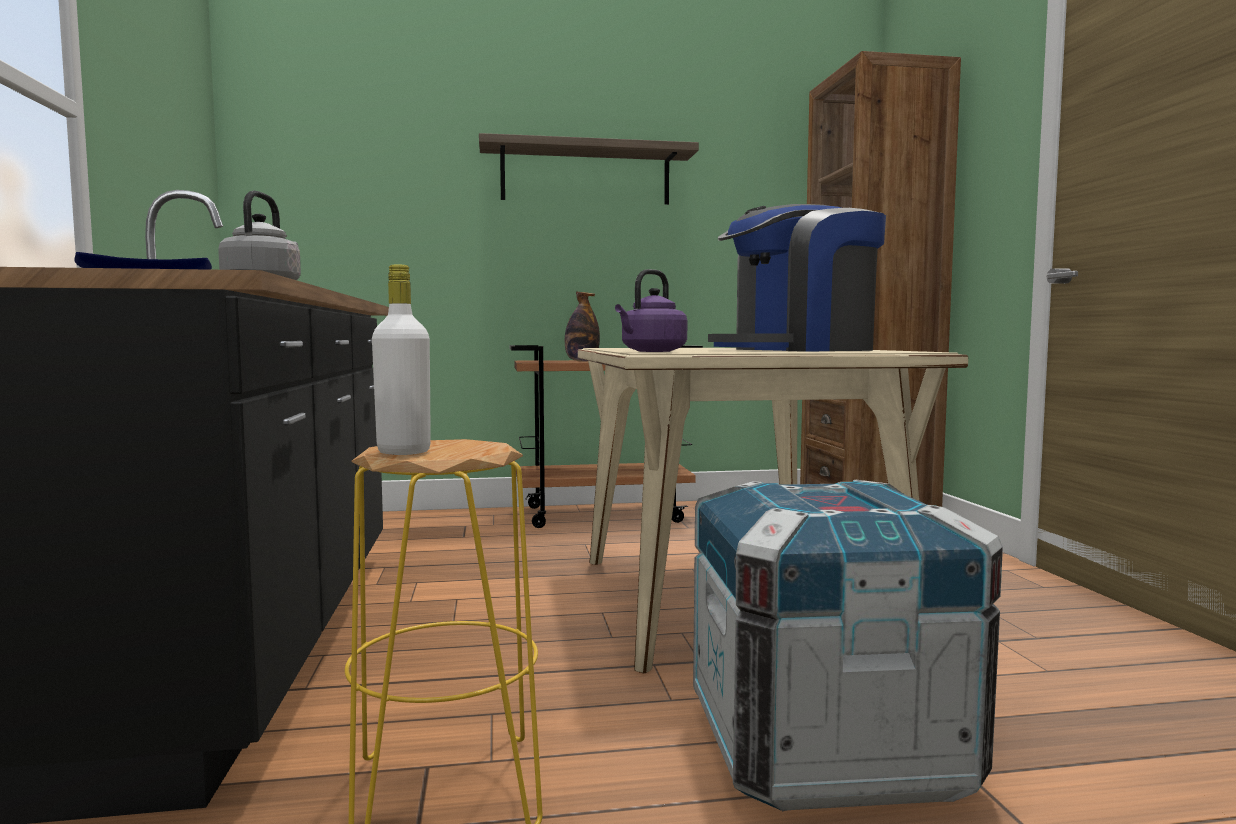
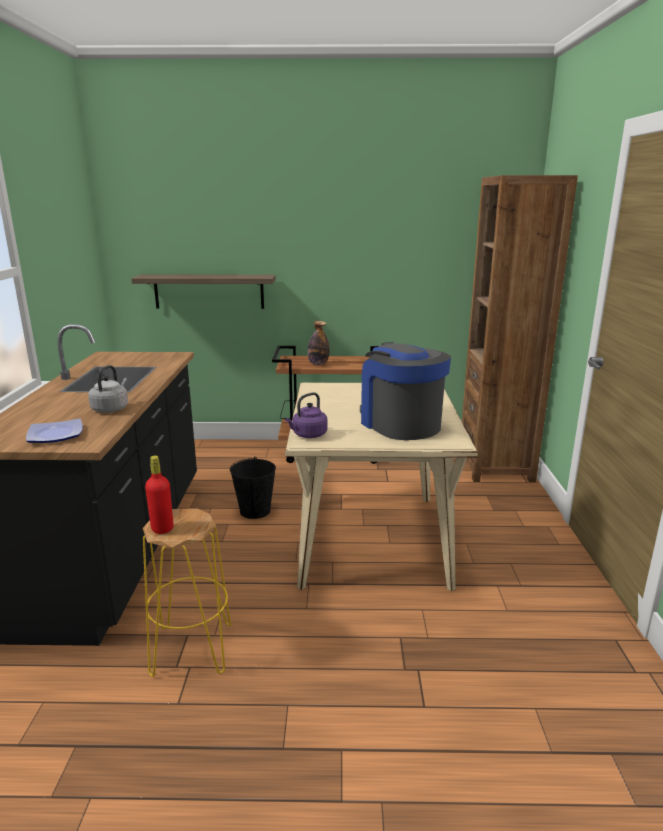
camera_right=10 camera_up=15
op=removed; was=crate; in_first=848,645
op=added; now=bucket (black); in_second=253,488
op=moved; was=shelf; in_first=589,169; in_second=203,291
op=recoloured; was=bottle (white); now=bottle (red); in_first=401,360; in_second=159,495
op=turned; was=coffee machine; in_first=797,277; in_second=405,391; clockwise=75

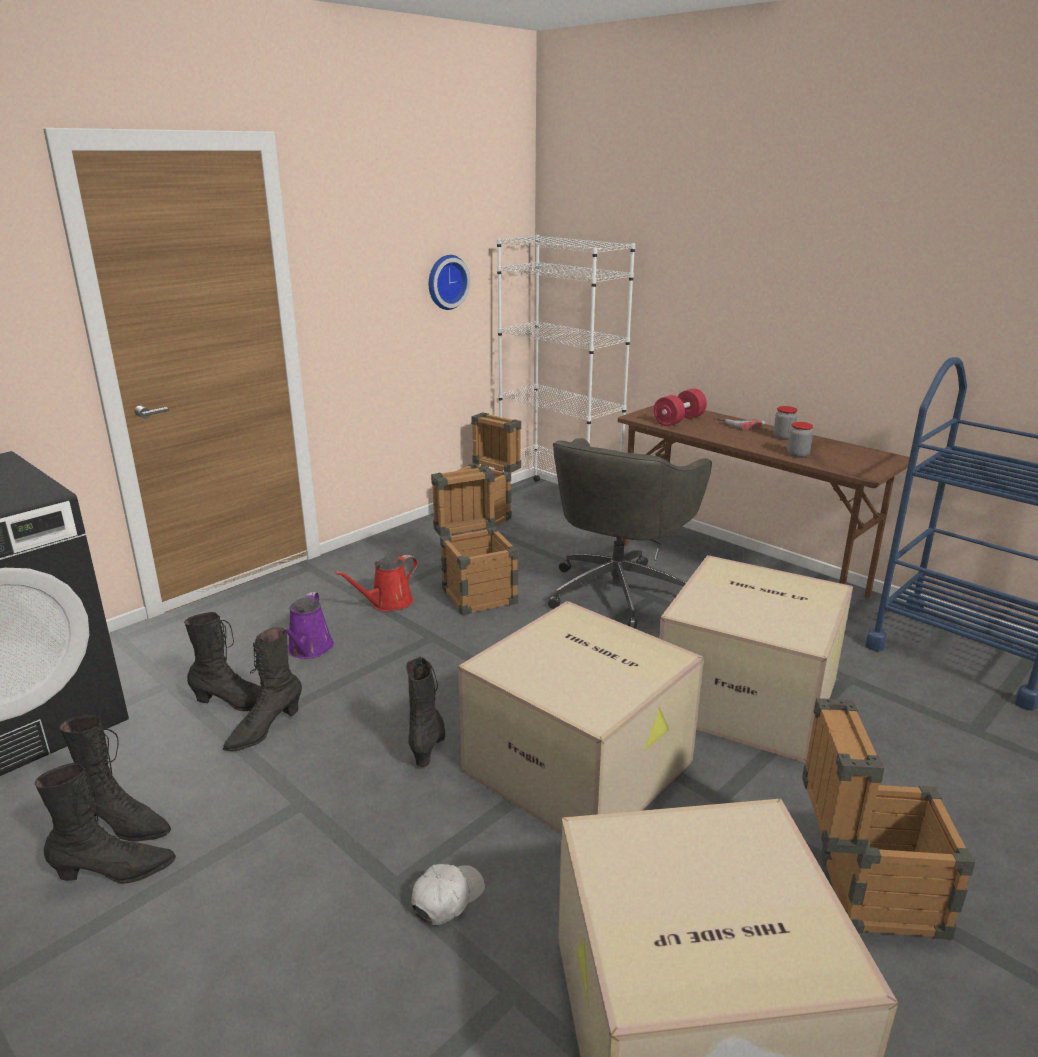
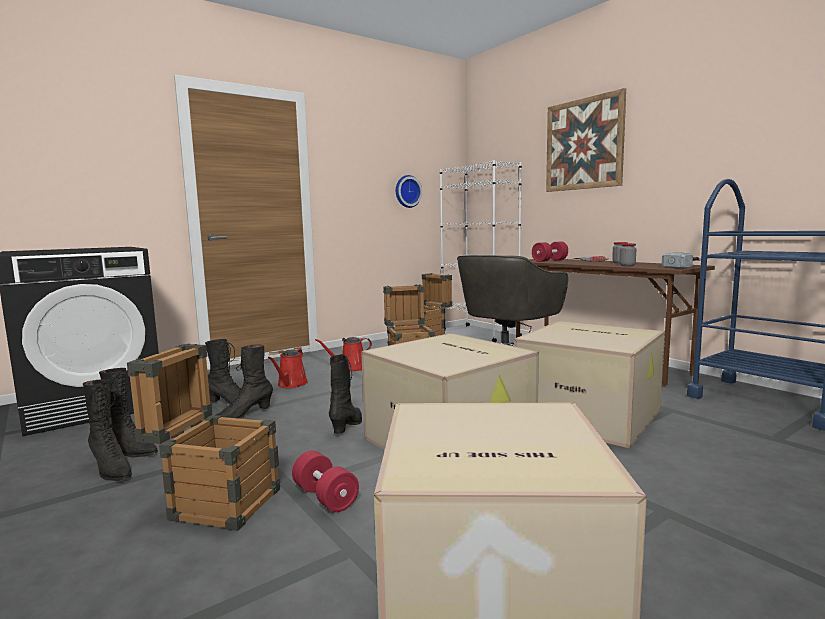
camera_right=10 camera_up=-15
op=added; now=picture; in_second=586,140
op=added; now=hammer; in_second=681,261
op=moved; was=crate; in_first=888,819; in_second=203,437
op=replaced; was=cap (white); now=dumbbell (red); in_first=448,894; in_second=325,481
op=recoloured; was=watering can (purple); now=watering can (red); in_first=309,625; in_second=288,368
op=turned; was=boot (black); in_first=105,823; in_second=107,430; clockwise=45

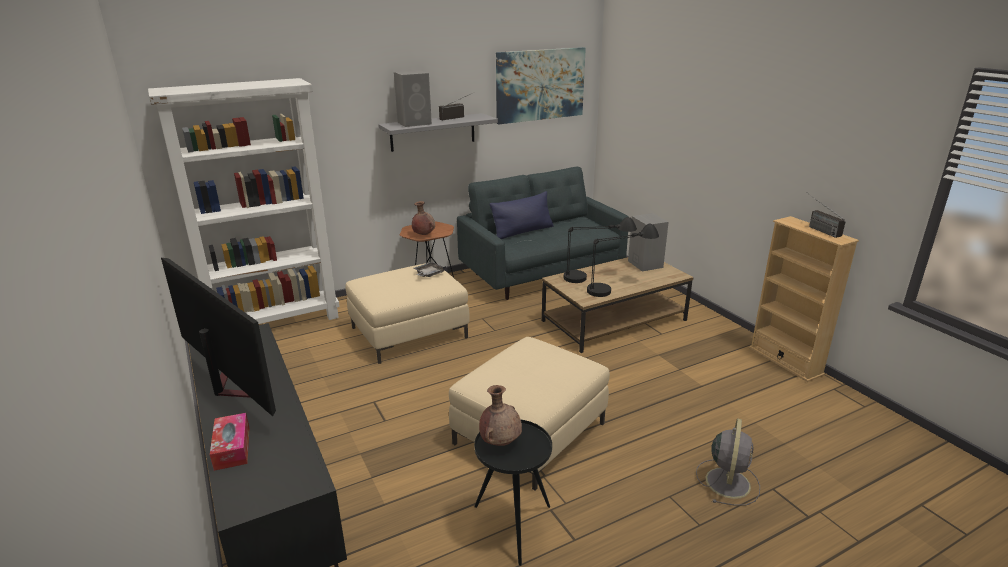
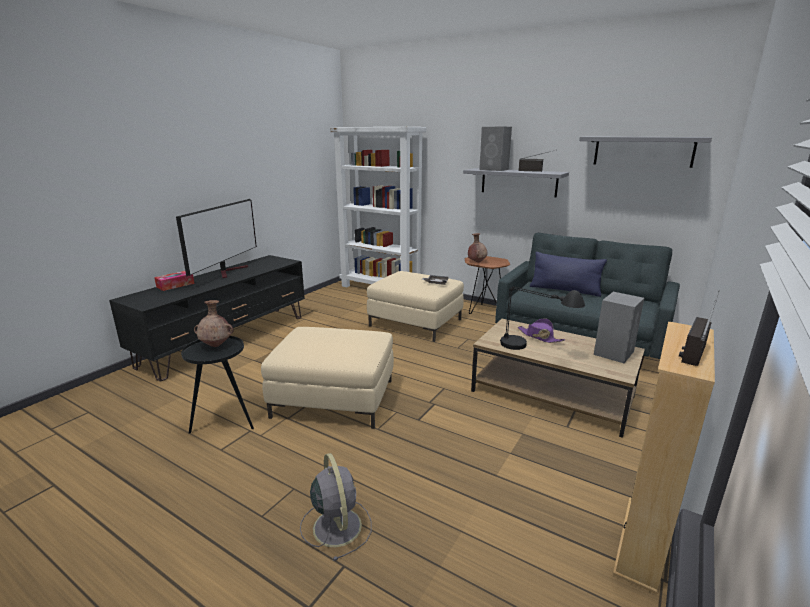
camera_right=60 camera_up=-5
op=replaced; was=picture; now=shelf (grey); in_first=541,86; in_second=645,152
op=replaced; was=table lamp (black); now=hat (purple); in_first=600,250; in_second=541,330
op=turned; was=fan (grey); in_first=728,462; in_second=336,507; clockwise=-105

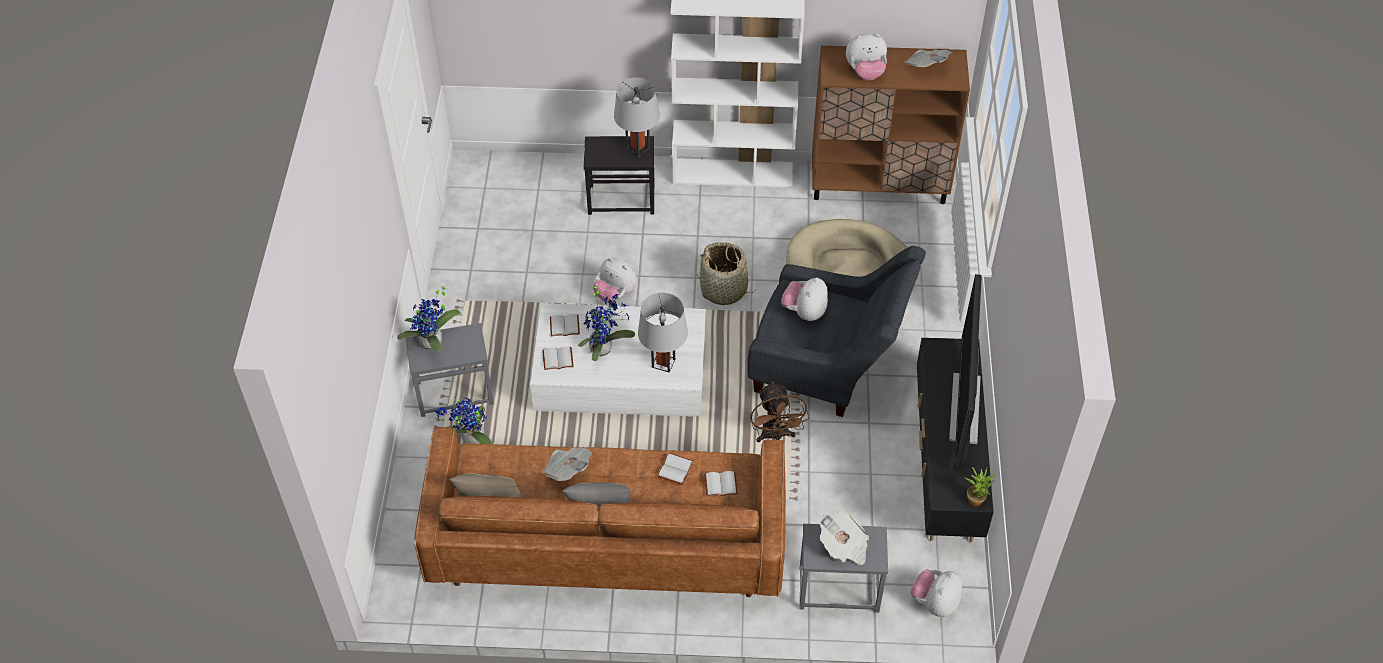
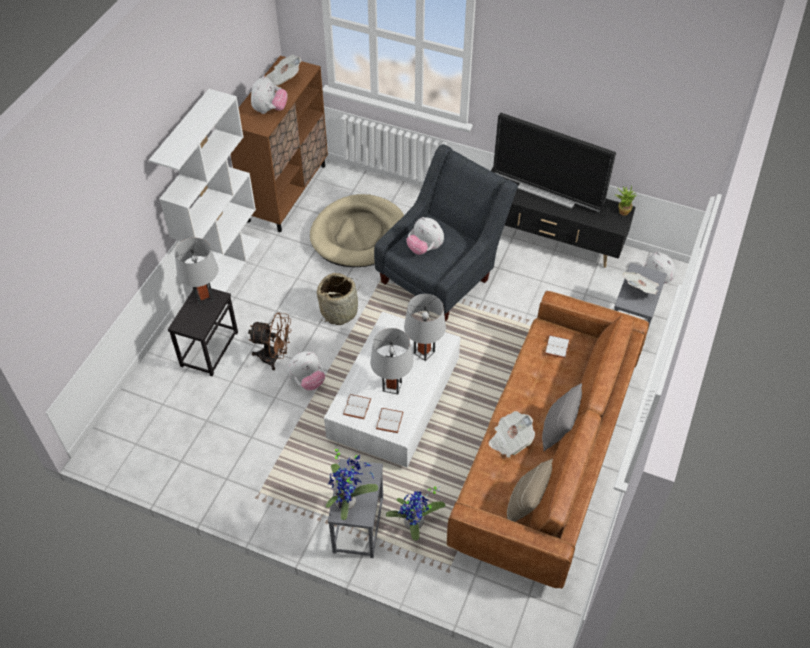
camera_right=-70 camera_up=0
op=removed; was=book (white); in_first=675,469
op=moved; was=fan (brown); in_first=779,411; in_second=270,341
op=replaced; was=potted plant; now=table lamp (grey); in_first=606,321; in_second=391,361

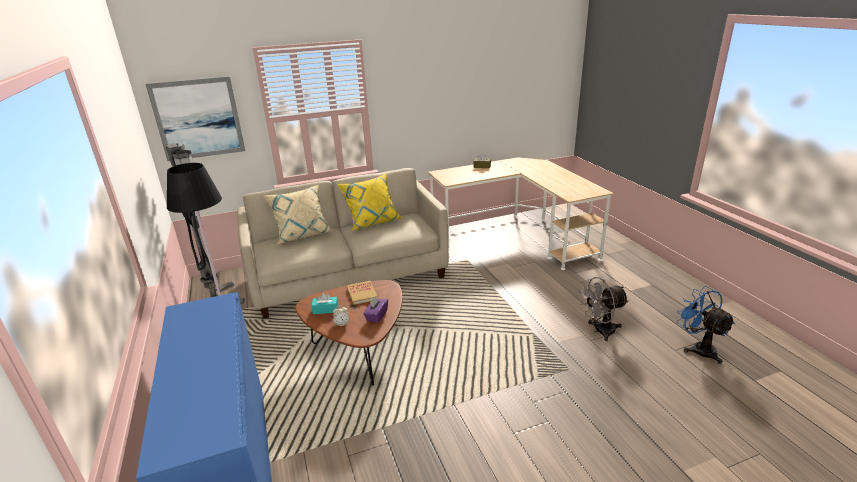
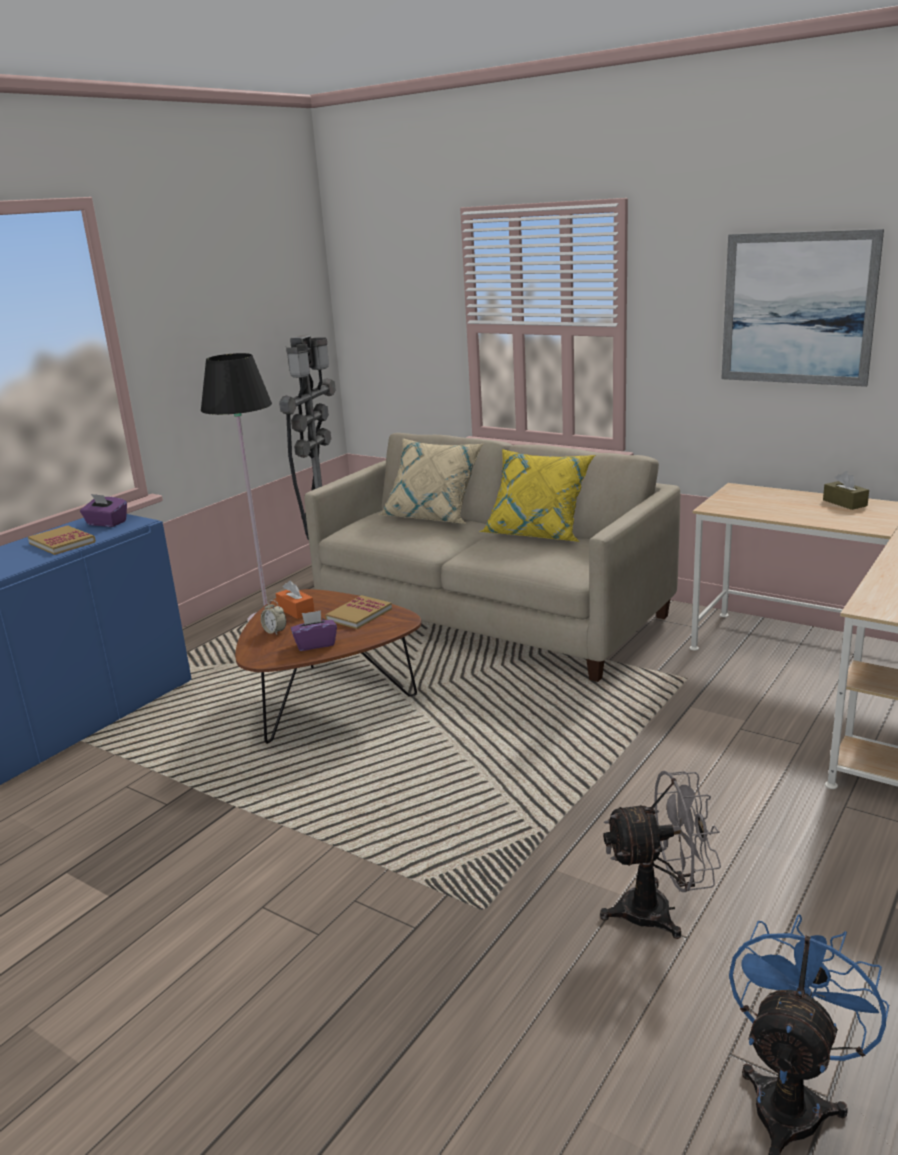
camera_right=55 camera_up=-5
op=added; now=book; in_second=62,540
op=added; now=tissue box (purple); in_second=103,510
op=moved; was=picture; in_first=195,118; in_second=802,308
op=recoloured; was=tissue box (turquoise); now=tissue box (orange); in_first=324,303; in_second=295,599
op=turned; was=fan (grey); in_first=604,309; in_second=660,855; clockwise=135

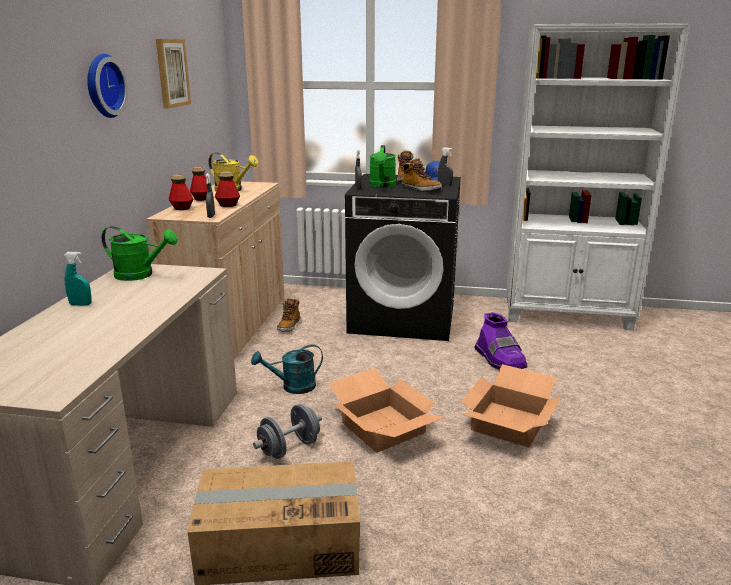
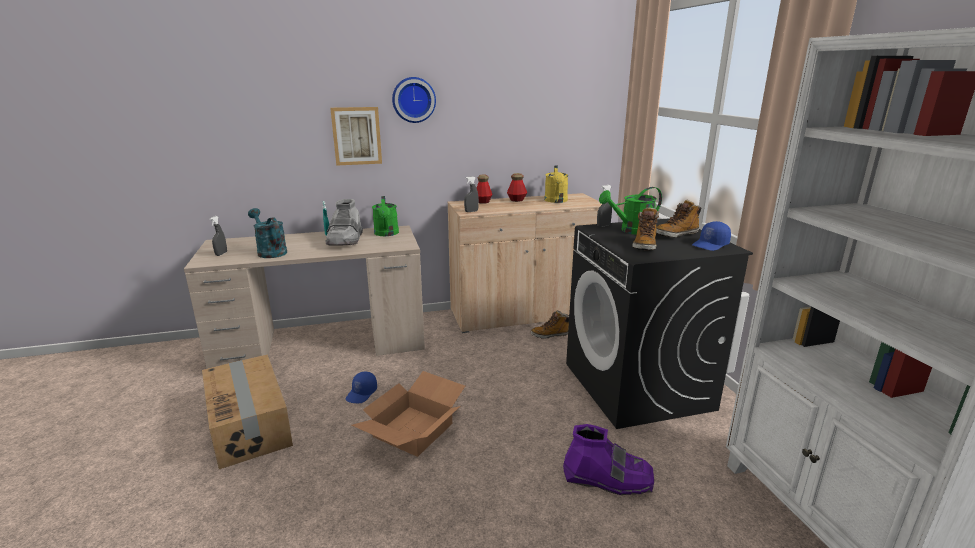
camera_right=65 camera_up=0
op=removed; was=bottle; in_first=227,189
op=removed; was=cardboard box; in_first=511,406
op=added; now=boot (grey); in_second=344,222
op=moved; was=picture; in_first=173,74; in_second=356,136
op=moved; was=watering can (turquoise); in_first=287,369; in_second=267,233
op=moved; was=spray bottle (grey); in_first=445,166; in_second=218,236
op=replaced; was=dumbbell (grey); now=cap (blue); in_first=287,431; in_second=361,387
op=turned; was=boot (purple); in_first=500,341; in_second=608,459; clockwise=-120

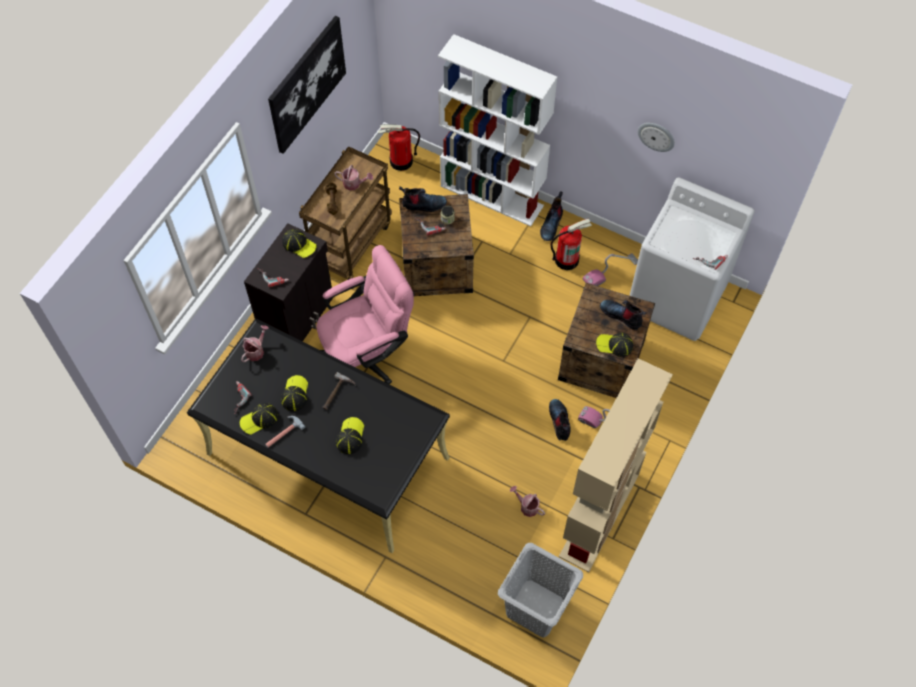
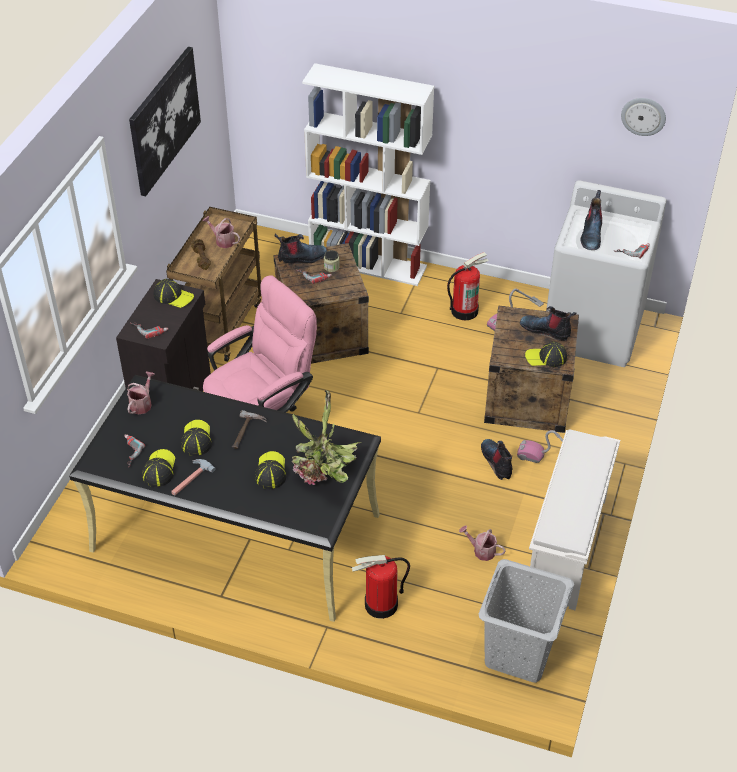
camera_right=-10 camera_up=-15
op=added; now=potted plant; in_second=326,437
op=moved; was=fire extinguisher; in_first=399,147; in_second=381,587
op=moved; was=boot; in_first=551,216; in_second=591,220
op=moved; was=wall clock; in_first=656,137; in_second=643,117
op=replaced; was=bookcase (beige); now=shoe rack (white); in_first=616,465; in_second=574,519
op=turned; was=cap; in_first=259,419; in_second=159,468; clockwise=135
op=turned; was=watering can; in_first=353,178; in_second=221,232; clockwise=-150

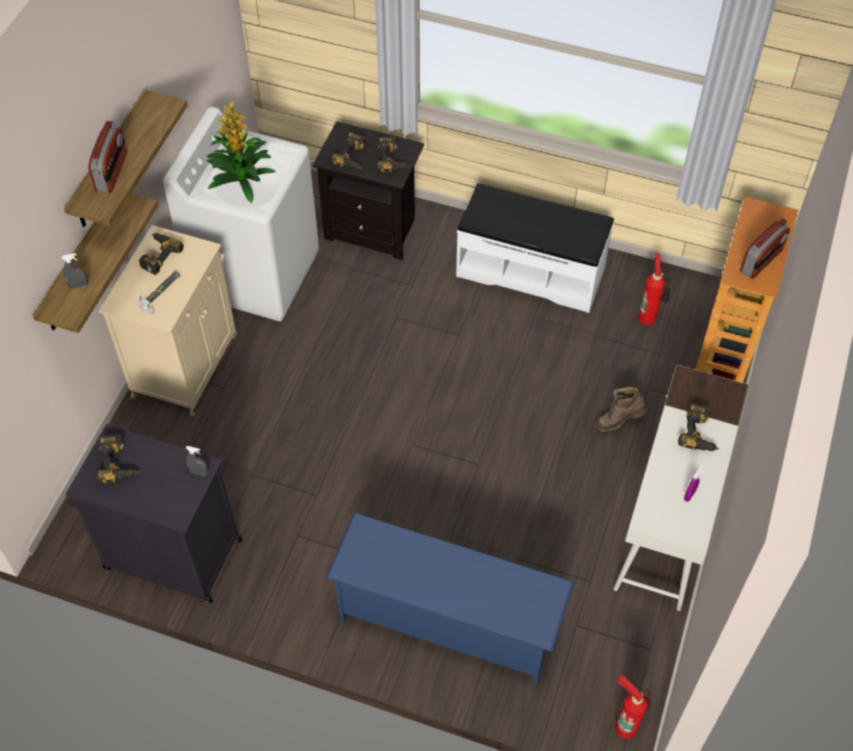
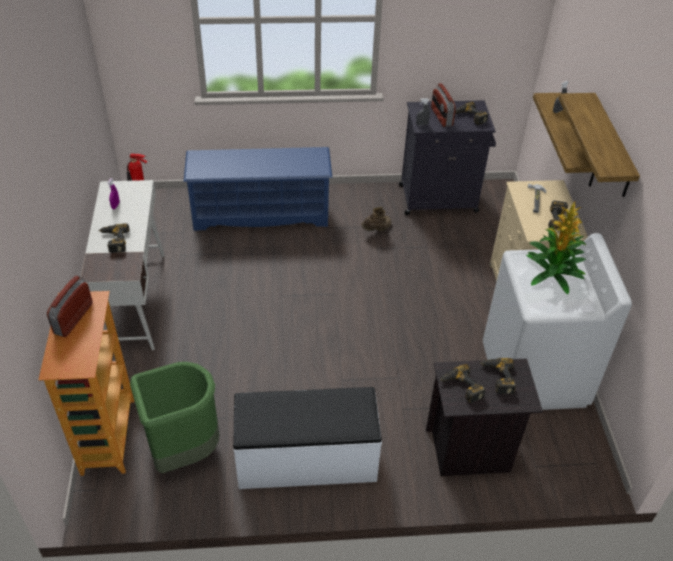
camera_right=155 camera_up=-10
op=moved; was=radio; in_first=107,157; in_second=443,105
op=moved; was=boot (brown); in_first=622,409; in_second=376,219
op=replaced; was=fire extinguisher; now=trash can (green); in_first=654,289; in_second=174,417

